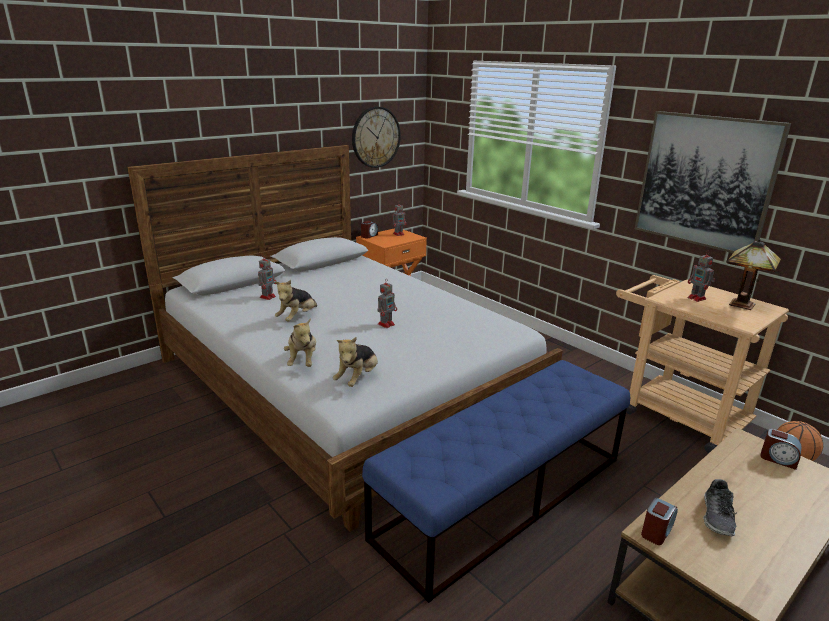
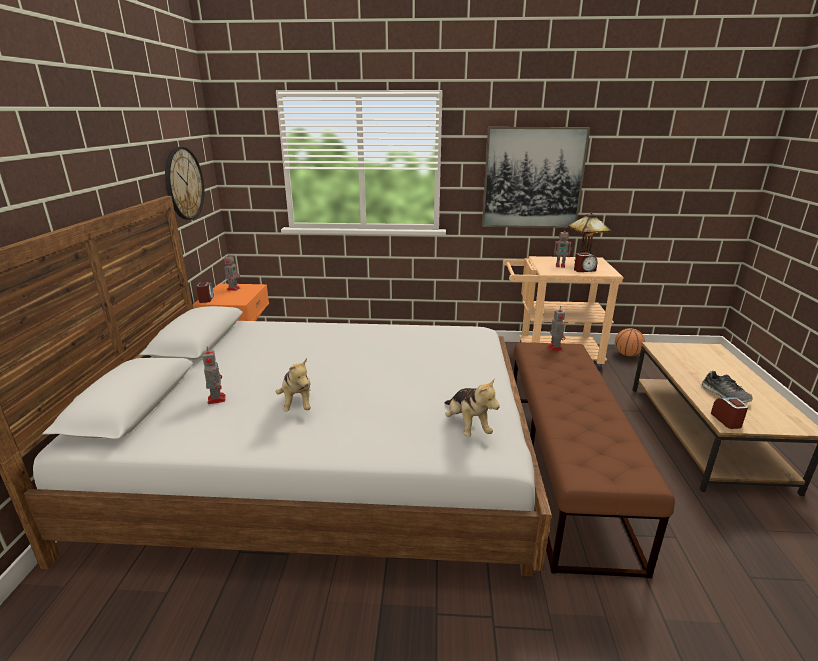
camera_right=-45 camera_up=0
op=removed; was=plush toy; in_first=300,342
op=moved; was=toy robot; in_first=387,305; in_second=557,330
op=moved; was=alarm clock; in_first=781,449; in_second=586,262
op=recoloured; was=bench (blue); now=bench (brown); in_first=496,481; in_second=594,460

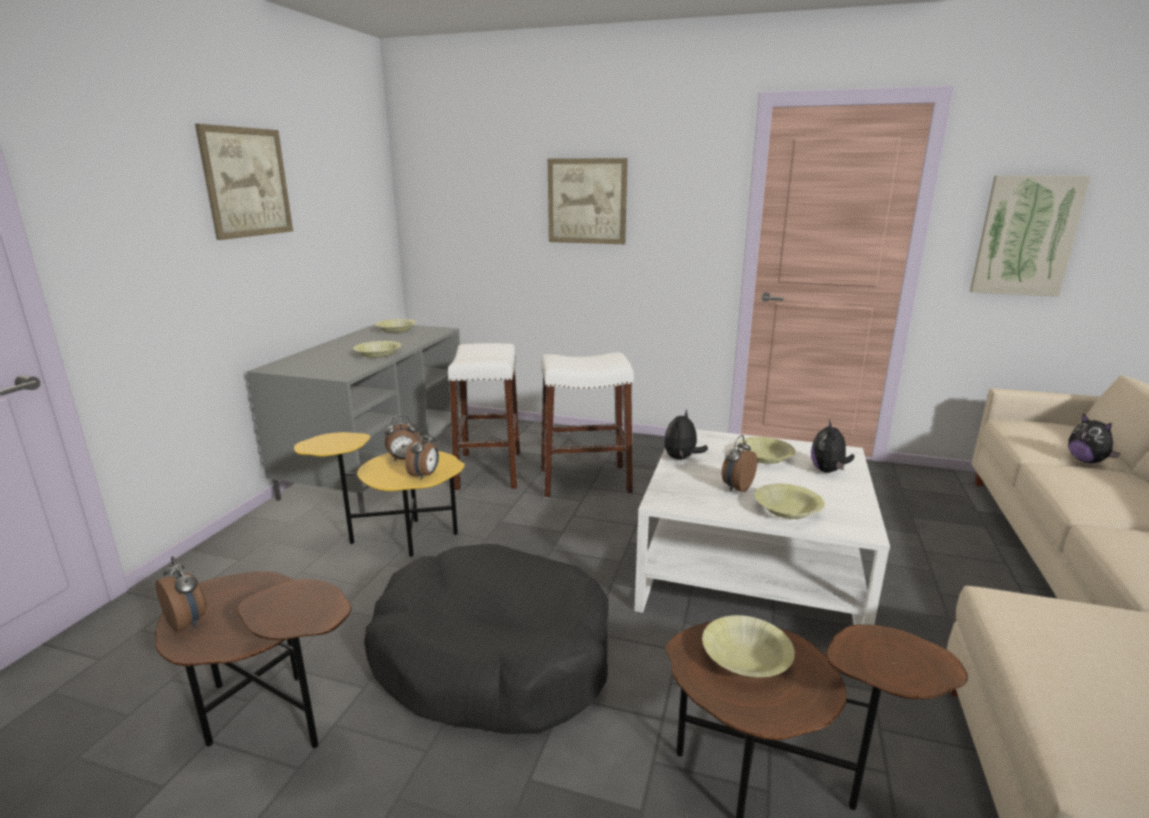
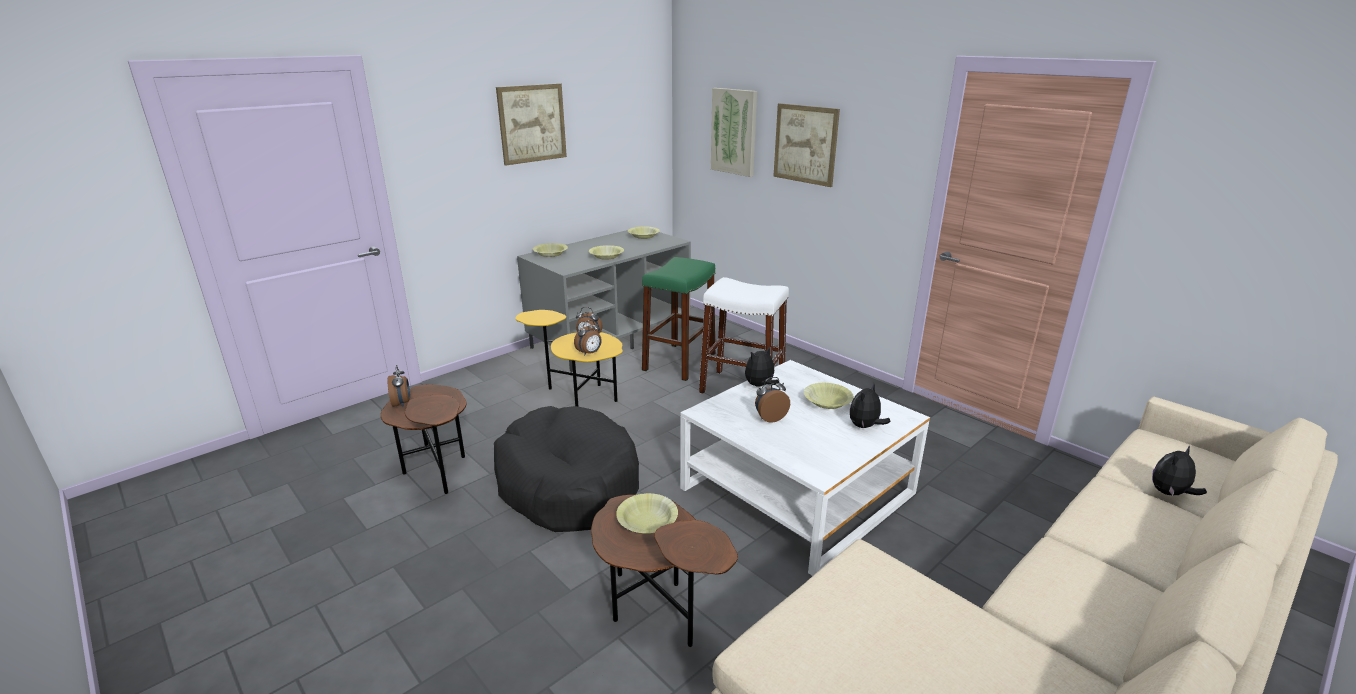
camera_right=30 camera_up=5
op=moved; was=bowl (yellow); in_first=790,501; in_second=550,250
op=moved; was=picture; in_first=1030,236; in_second=734,132
op=recoloured; was=stool (white); now=stool (green); in_first=483,416; in_second=678,319
op=turned; was=plush toy; in_first=1094,438; in_second=1179,471; clockwise=45

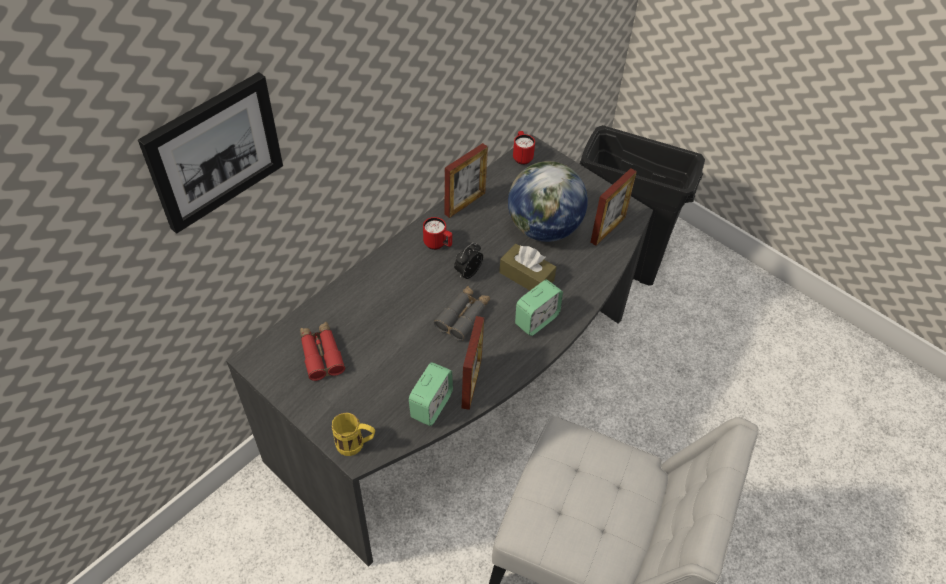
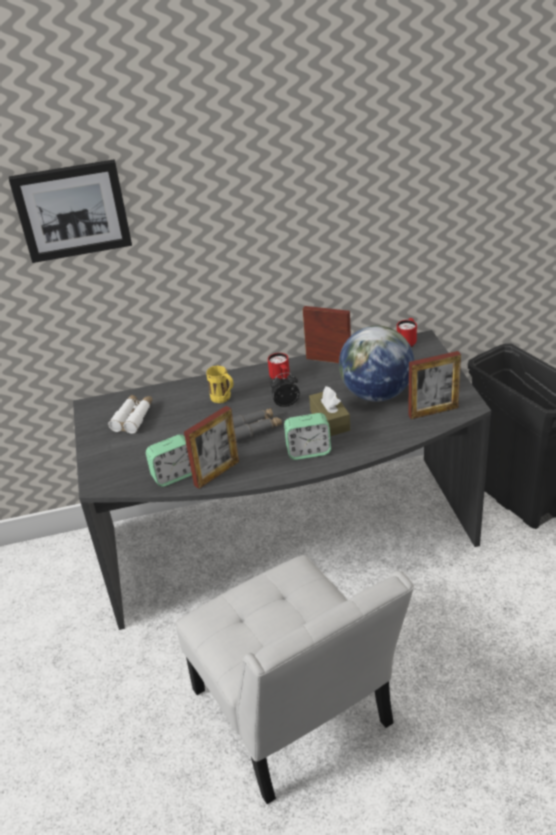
camera_right=40 camera_up=-15
op=moved; was=mug (yellow); in_first=353,434; in_second=219,384
op=recoloured; was=binoculars (red); now=binoculars (white); in_first=322,351; in_second=130,414
op=turned; was=picture frame; in_first=466,180; in_second=327,334; clockwise=-150

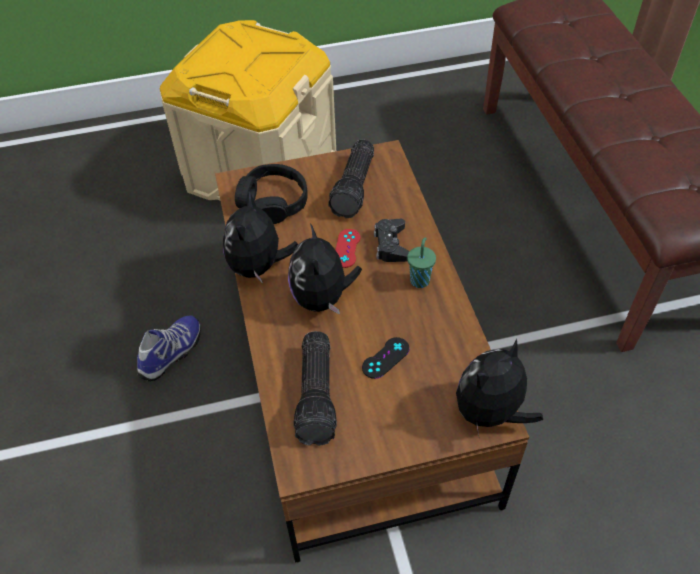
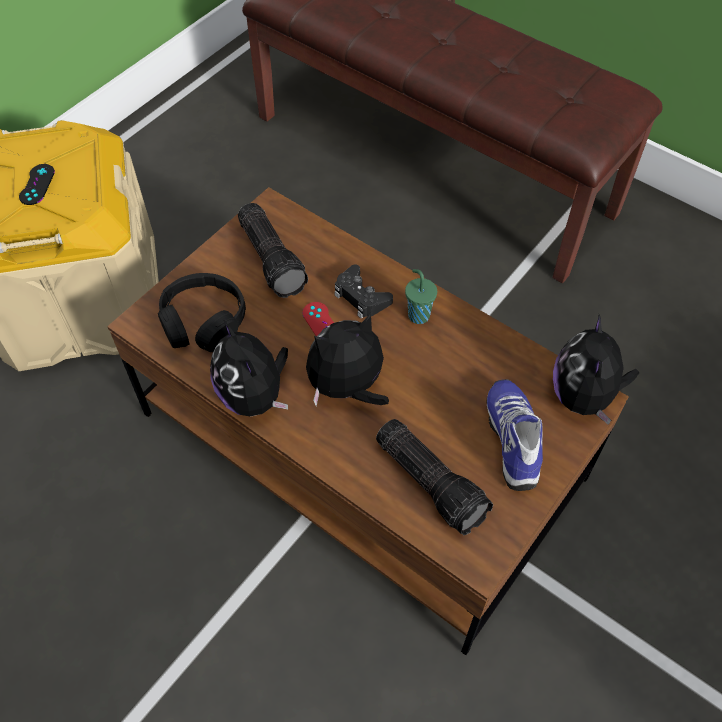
camera_right=-40 camera_up=5
op=moved; was=shoe; in_first=169,348; in_second=514,435
op=moved; was=game controller (black); in_first=386,358; in_second=37,184
op=turned; was=plush toy; in_first=325,269; in_second=347,359; clockwise=105

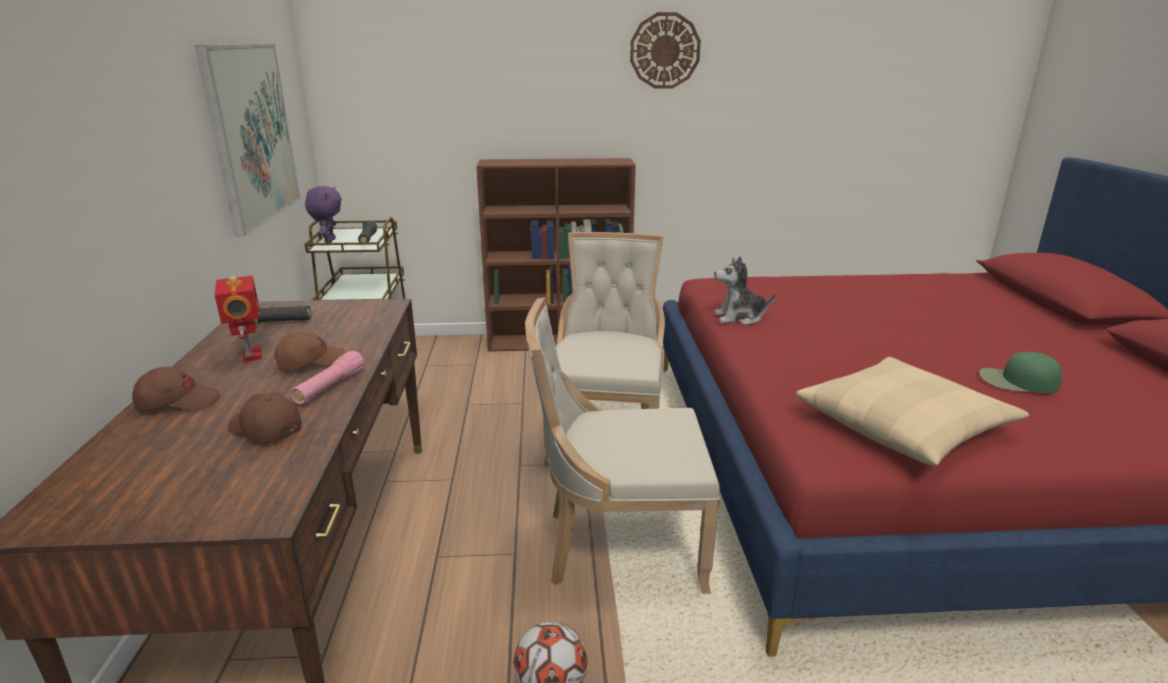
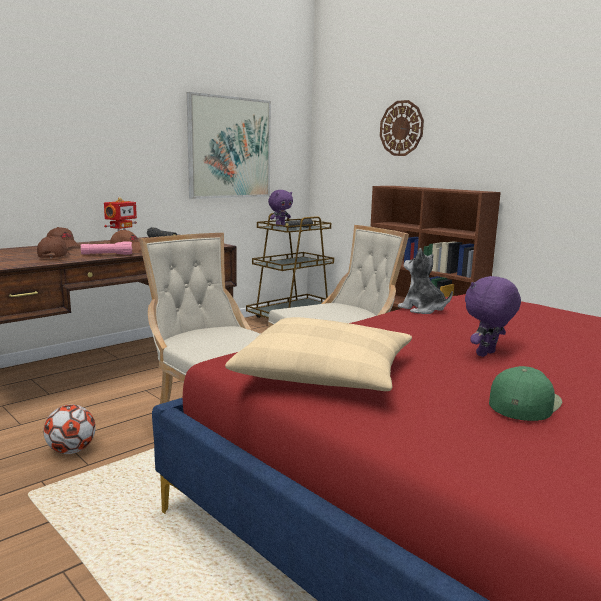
camera_right=50 camera_up=-10
op=added; now=plush toy (purple); in_second=493,316
op=moved; was=wall clock; in_first=665,50; in_second=402,128
op=turned; was=cap (green); in_first=1020,373; in_second=525,393; clockwise=60

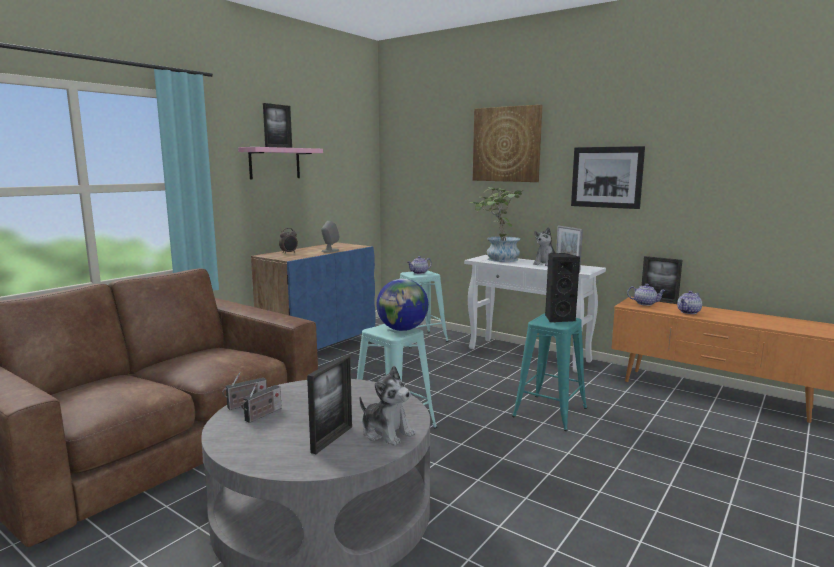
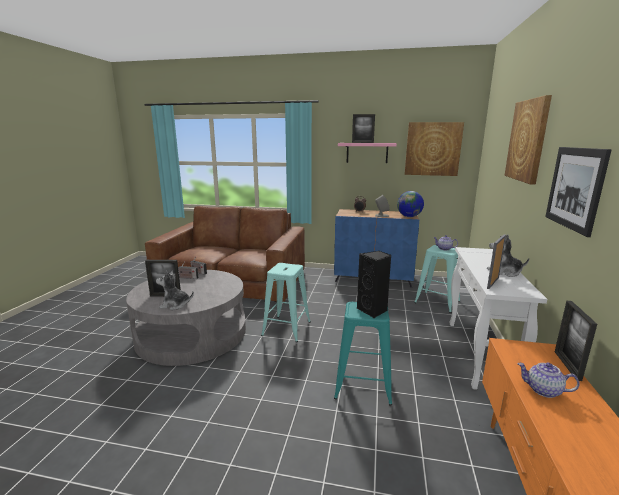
camera_right=65 camera_up=5
op=removed; was=potted plant; in_first=497,224
op=removed; was=teapot; in_first=646,295
op=added; now=picture; in_second=434,149
op=moved; was=globe; in_first=402,305; in_second=410,204
op=turned; was=plush toy; in_first=388,406; in_second=175,290; clockwise=75

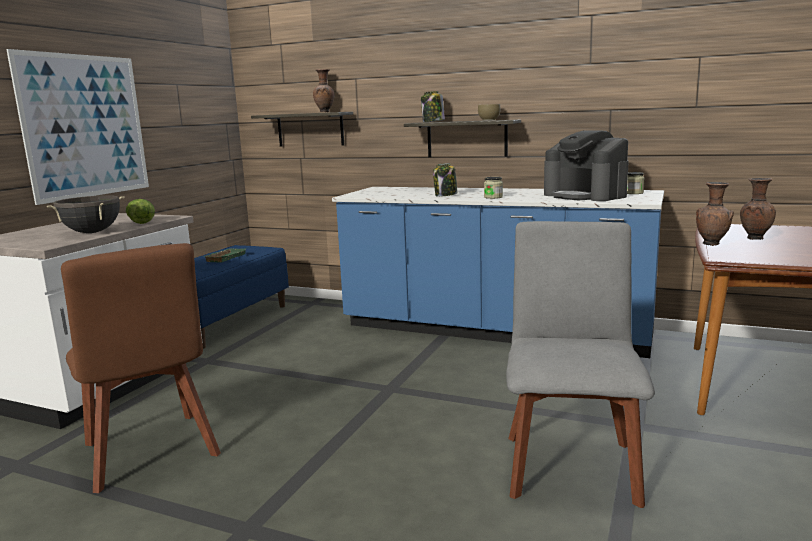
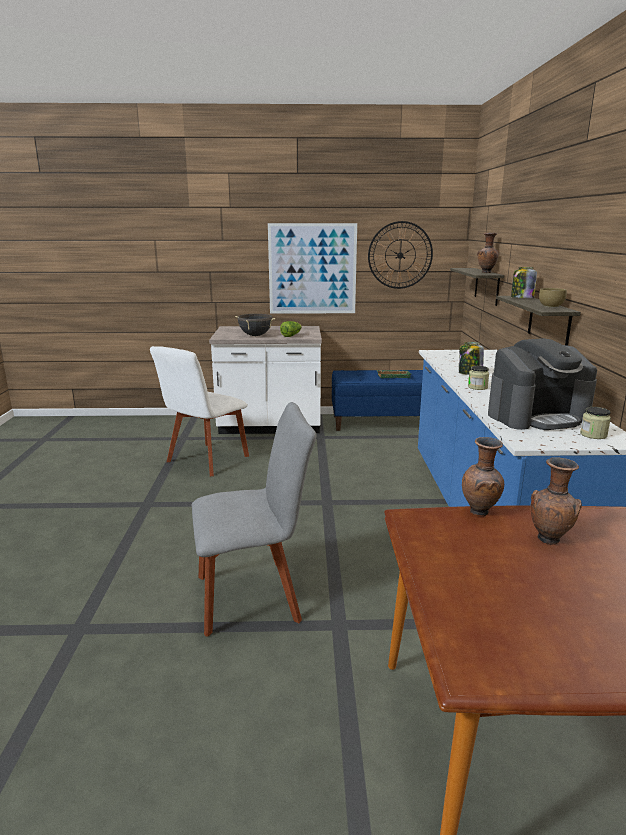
camera_right=65 camera_up=5
op=added; now=wall clock; in_second=400,255
op=recoloured; was=chair (brown); now=chair (white); in_first=141,368; in_second=199,411
op=turned; was=coffee machine; in_first=586,165; in_second=542,384; clockwise=-135

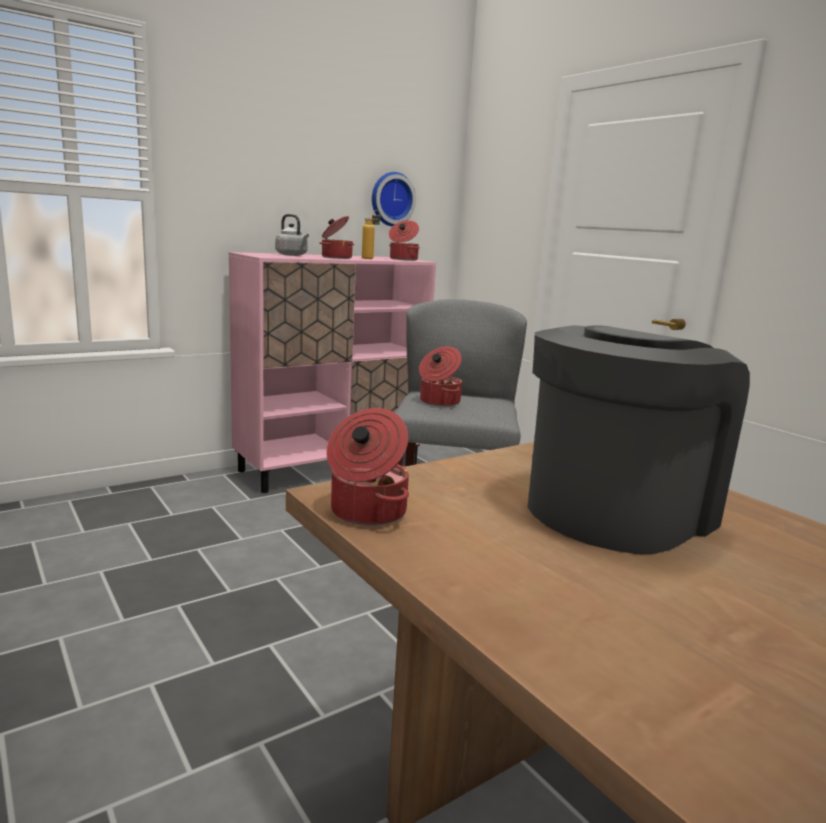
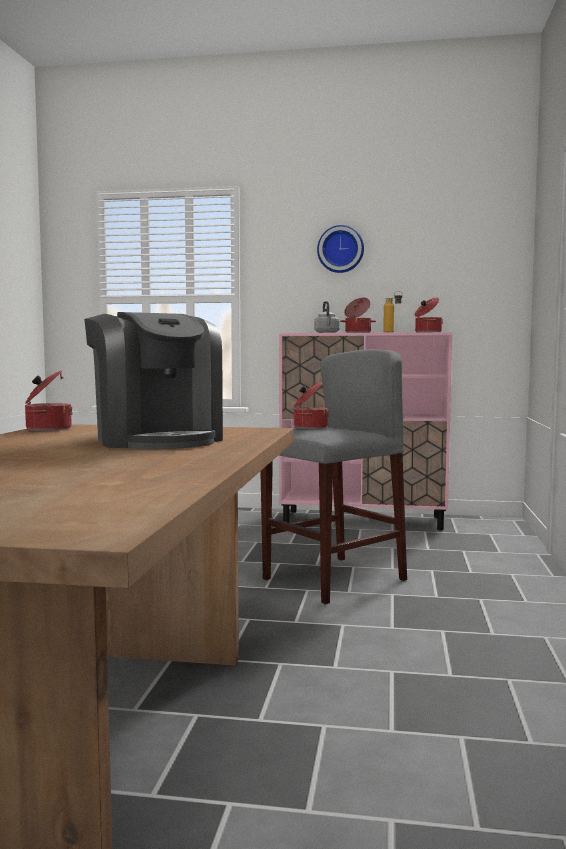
camera_right=45 camera_up=-10
op=moved; was=wall clock; in_first=394,199; in_second=340,249
op=turned; was=coffee machine; in_first=639,439; in_second=153,380; clockwise=60

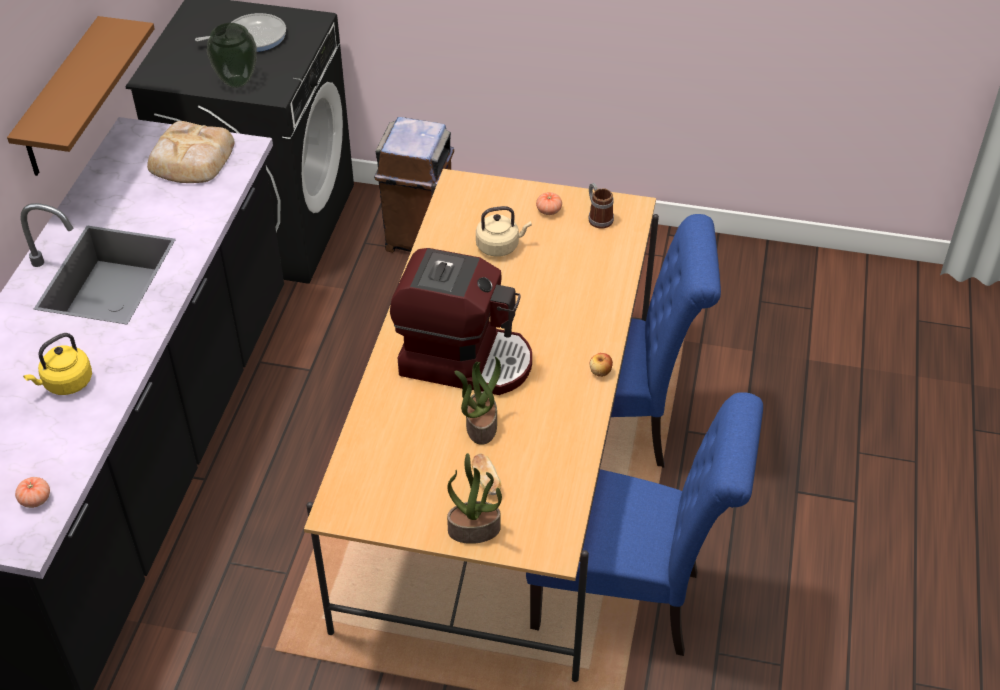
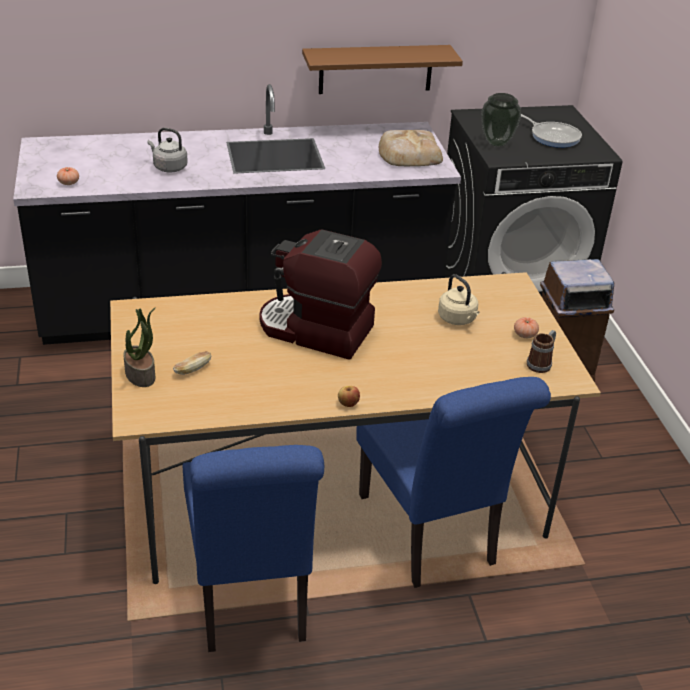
camera_right=65 camera_up=-10
op=removed; was=potted plant; in_first=478,400
op=recoloured; was=kettle (yellow); now=kettle (grey); in_first=57,364; in_second=168,150
op=turned; was=coffee machine; in_first=461,321; in_second=321,295; clockwise=120

